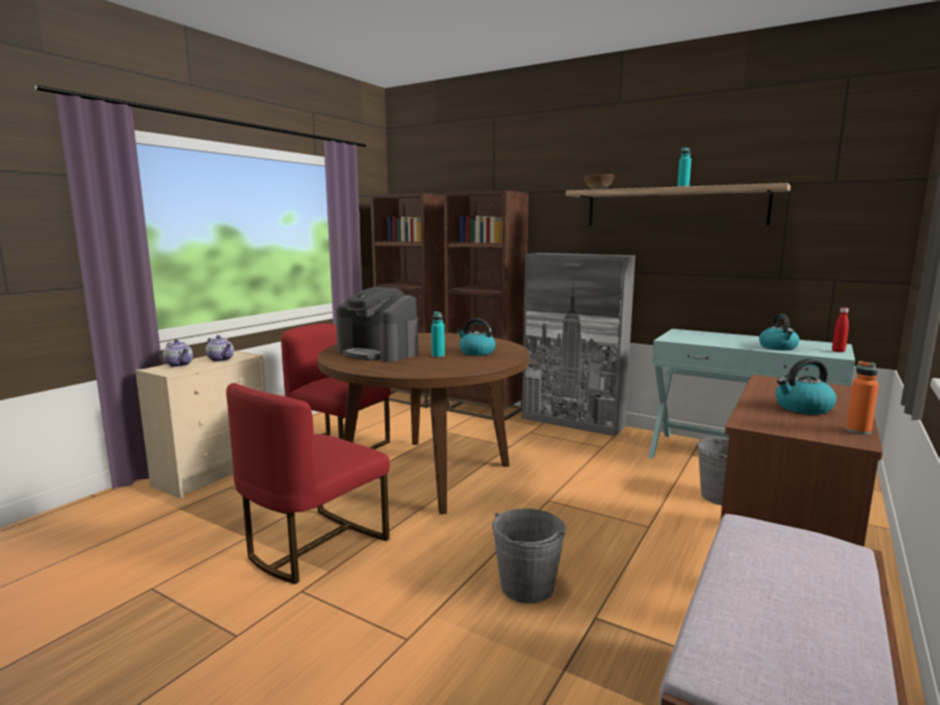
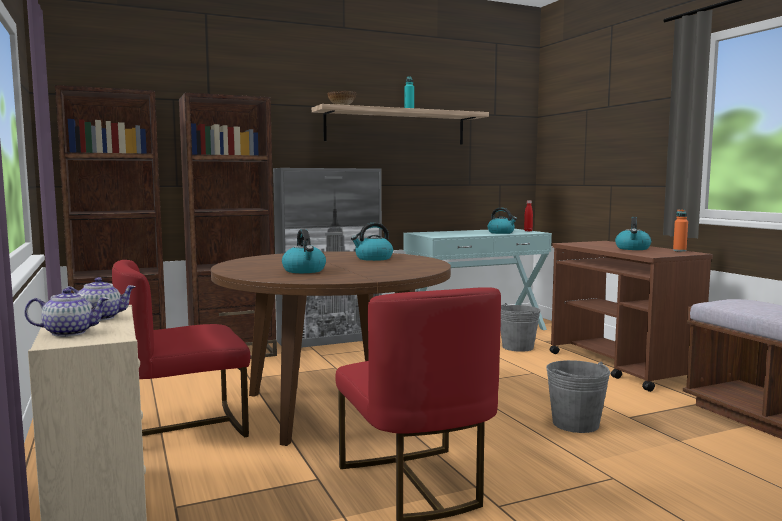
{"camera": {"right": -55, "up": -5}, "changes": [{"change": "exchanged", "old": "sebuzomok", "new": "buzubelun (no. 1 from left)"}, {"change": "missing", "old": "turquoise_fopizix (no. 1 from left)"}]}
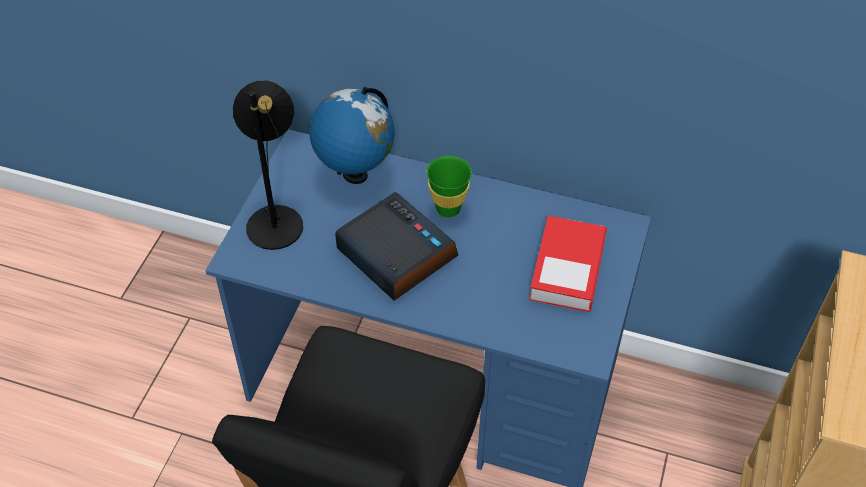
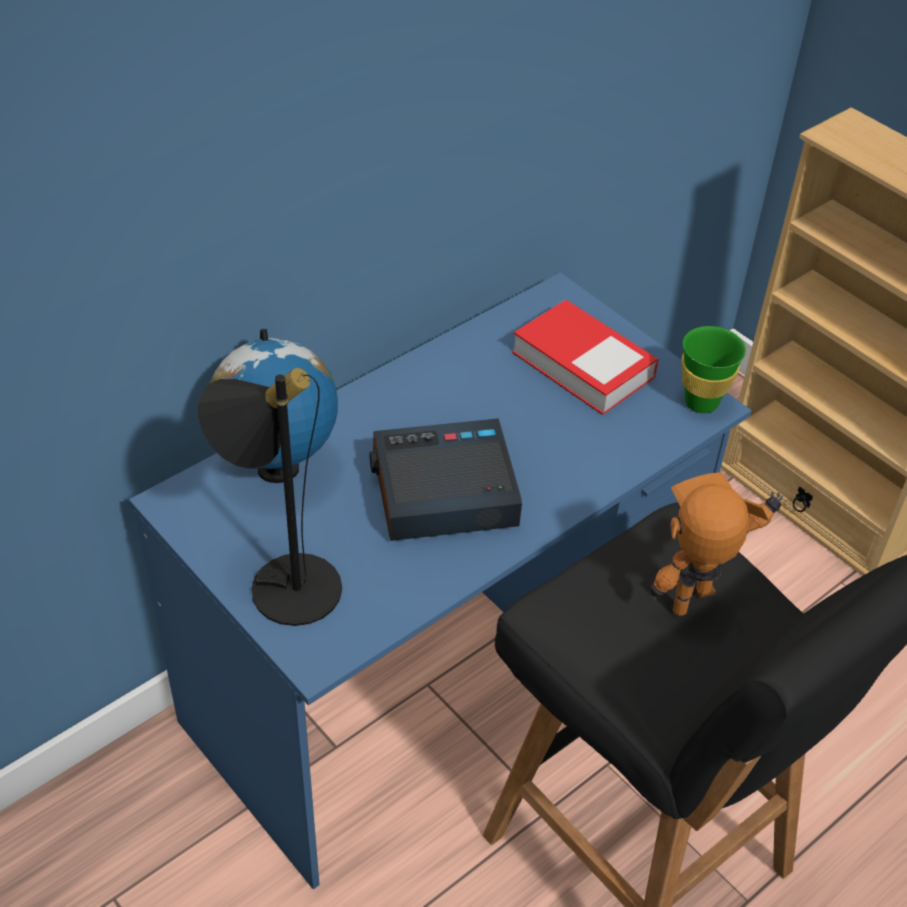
{"camera": {"right": -60, "up": -5}, "changes": [{"change": "relocated", "old": "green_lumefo"}, {"change": "appeared", "new": "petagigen"}]}
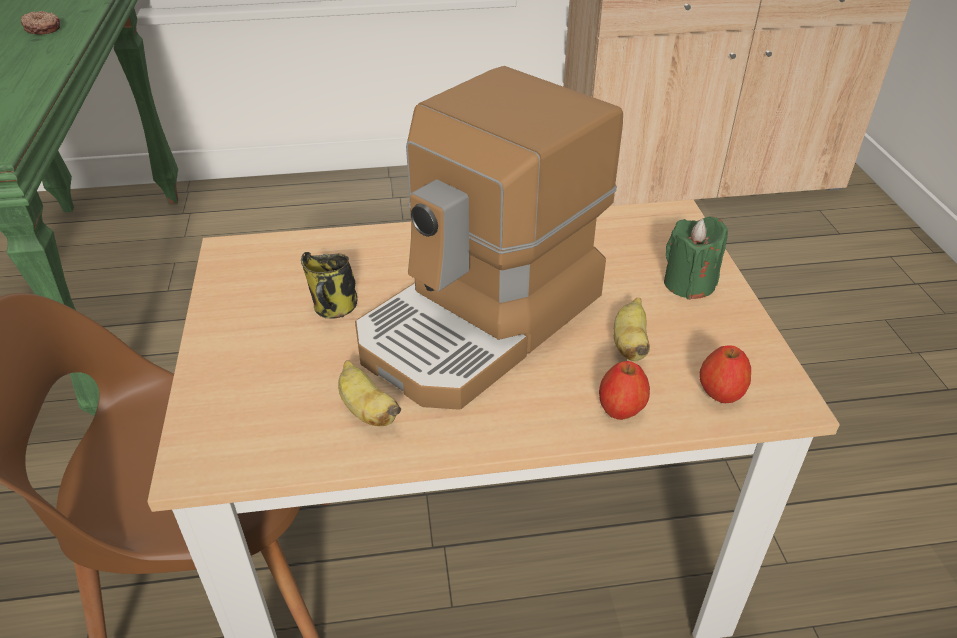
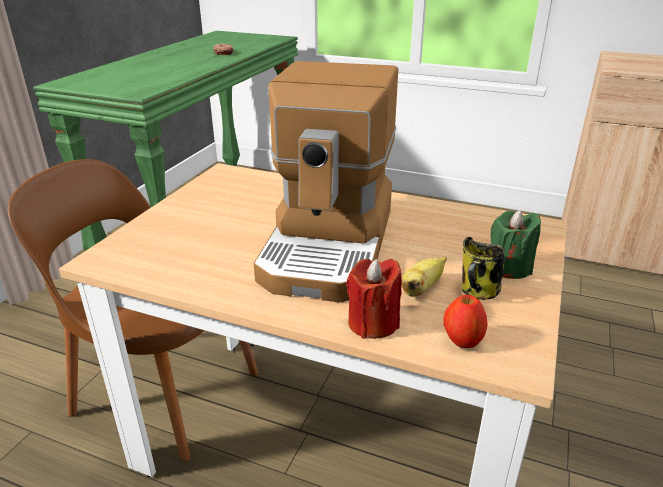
{"camera": {"right": 30, "up": -10}, "changes": [{"change": "relocated", "old": "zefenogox"}, {"change": "missing", "old": "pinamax (no. 1 from left)"}, {"change": "spun", "old": "sebuzomok", "degrees": -60}, {"change": "exchanged", "old": "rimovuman (no. 1 from left)", "new": "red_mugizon"}]}
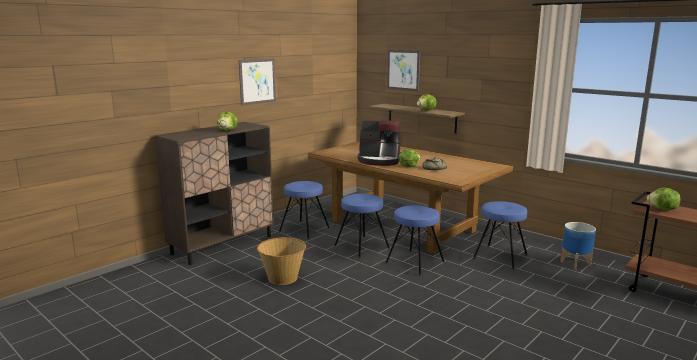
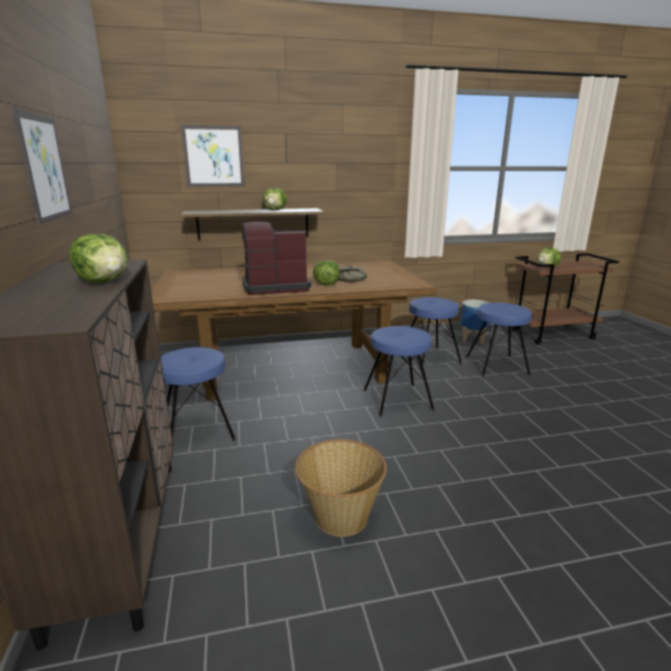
{"camera": {"right": -55, "up": 5}, "changes": [{"change": "relocated", "old": "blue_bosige (no. 2 from left in the first image)", "new": "blue_bosige (no. 4 from left)"}, {"change": "spun", "old": "sebuzomok", "degrees": -150}]}
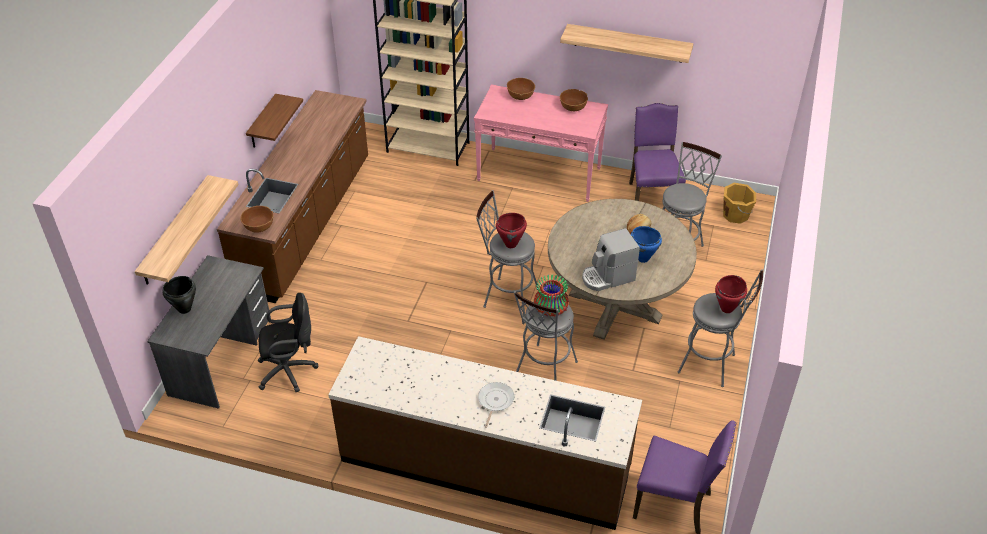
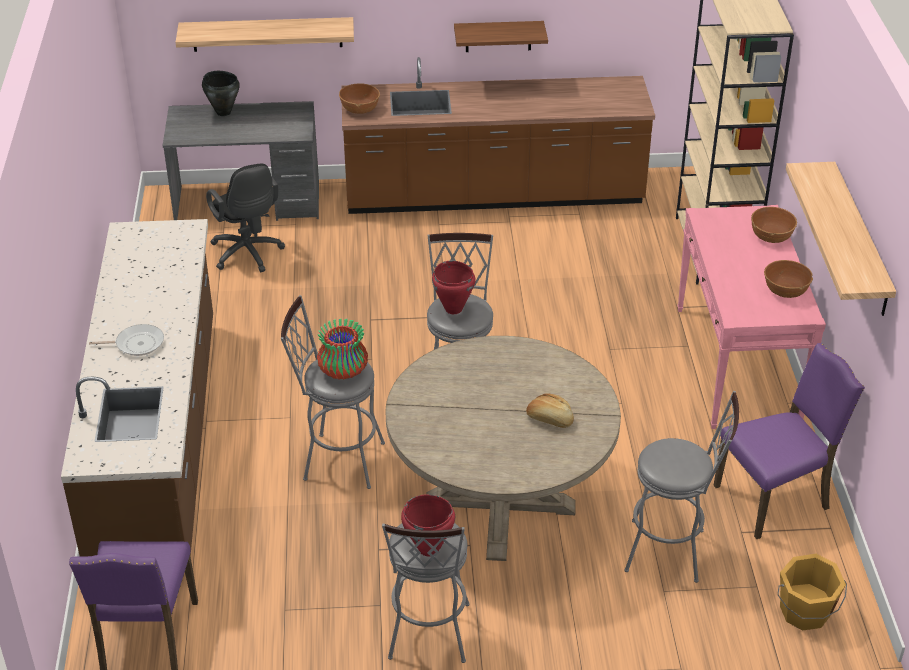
{"camera": {"right": 70, "up": -5}, "changes": [{"change": "missing", "old": "sebuzomok"}, {"change": "missing", "old": "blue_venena"}]}
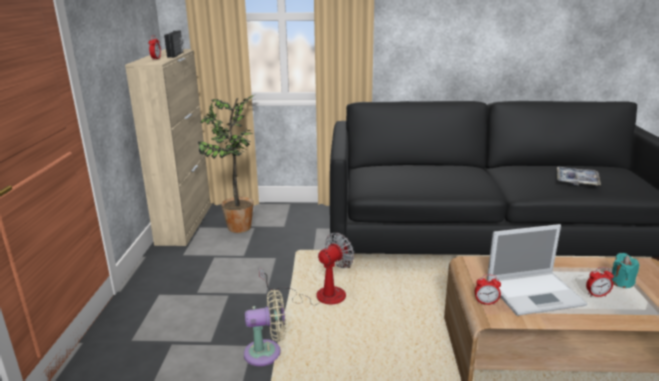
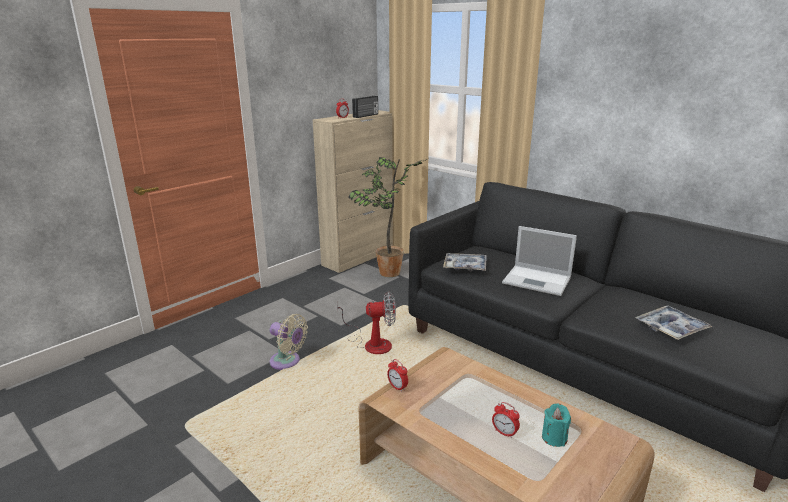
{"camera": {"right": 40, "up": 0}, "changes": [{"change": "relocated", "old": "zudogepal"}, {"change": "appeared", "new": "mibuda (no. 1 from left)"}]}
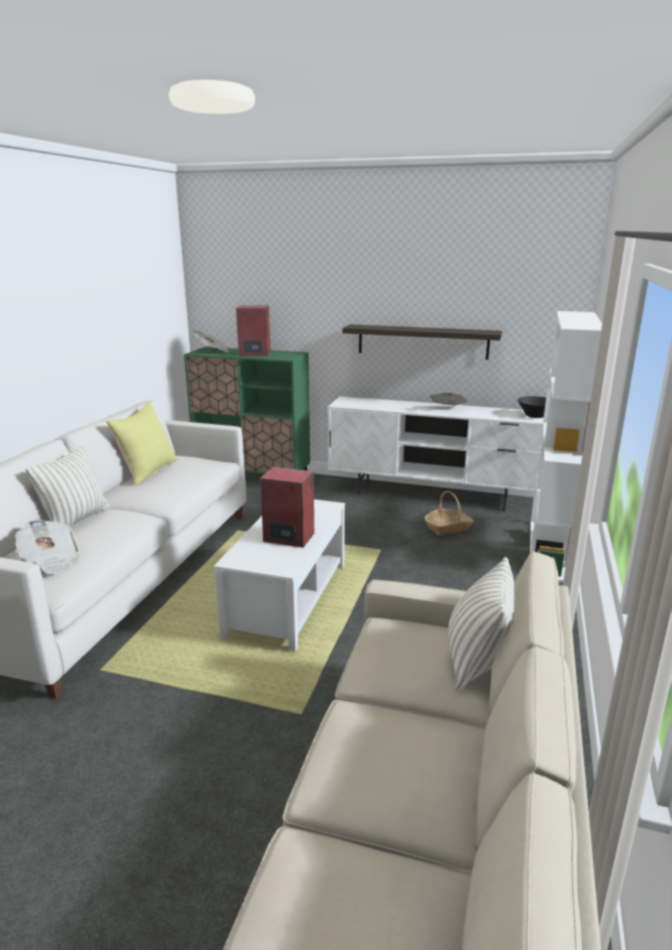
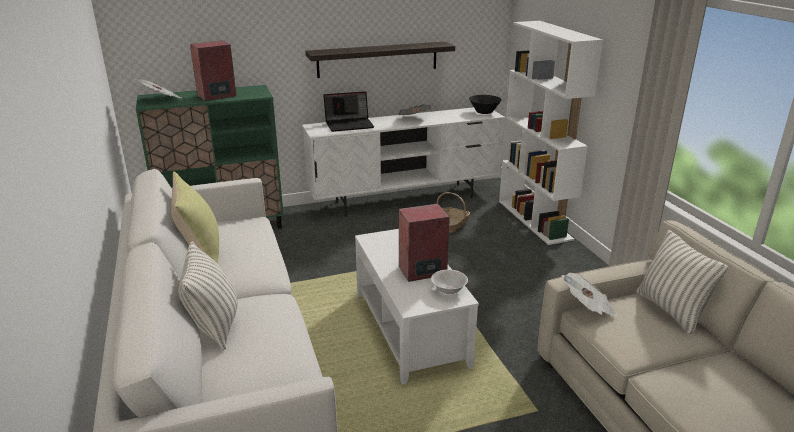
{"camera": {"right": -35, "up": 5}, "changes": [{"change": "relocated", "old": "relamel (no. 1 from left in the first image)", "new": "relamel (no. 3 from left)"}, {"change": "appeared", "new": "zudogepal"}, {"change": "appeared", "new": "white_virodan"}]}
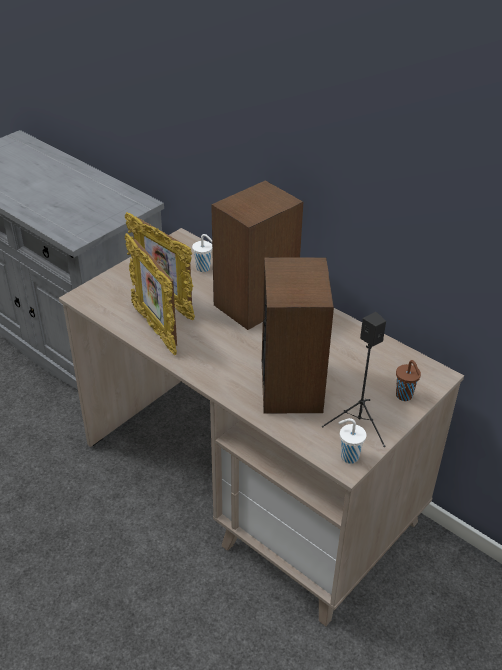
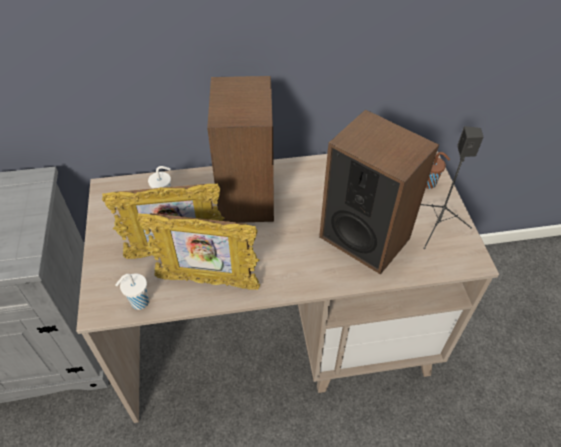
{"camera": {"right": -50, "up": 10}, "changes": [{"change": "relocated", "old": "white_lumefo (no. 2 from left in the first image)", "new": "white_lumefo (no. 1 from left)"}]}
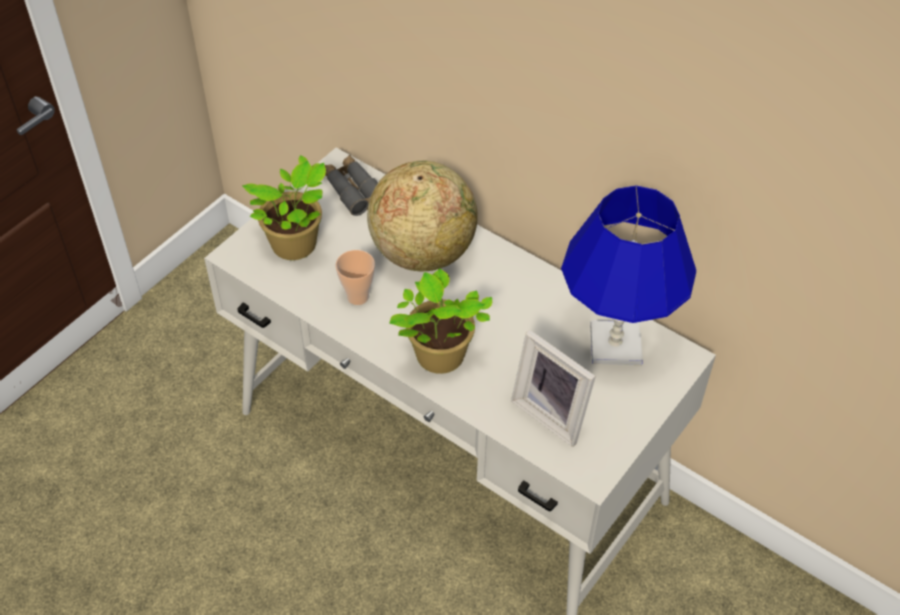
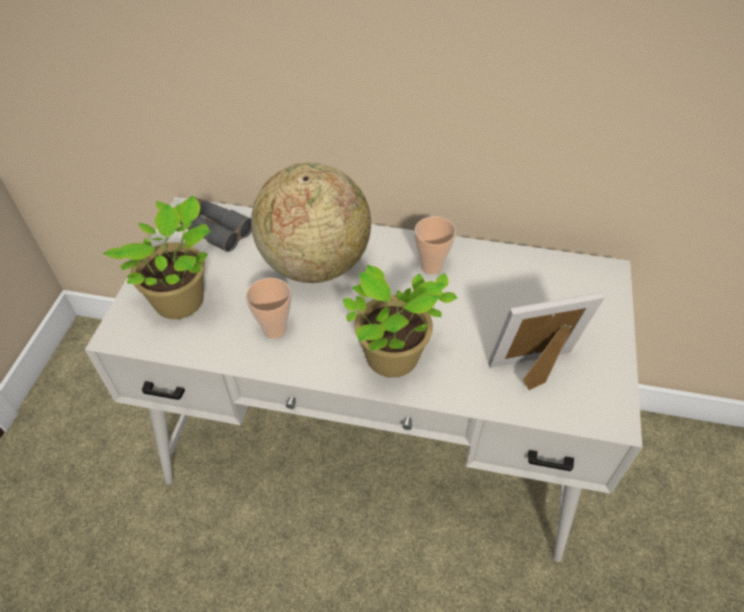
{"camera": {"right": -25, "up": 0}, "changes": [{"change": "spun", "old": "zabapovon", "degrees": 150}, {"change": "missing", "old": "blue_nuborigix"}, {"change": "appeared", "new": "lumefo (no. 2 from left)"}]}
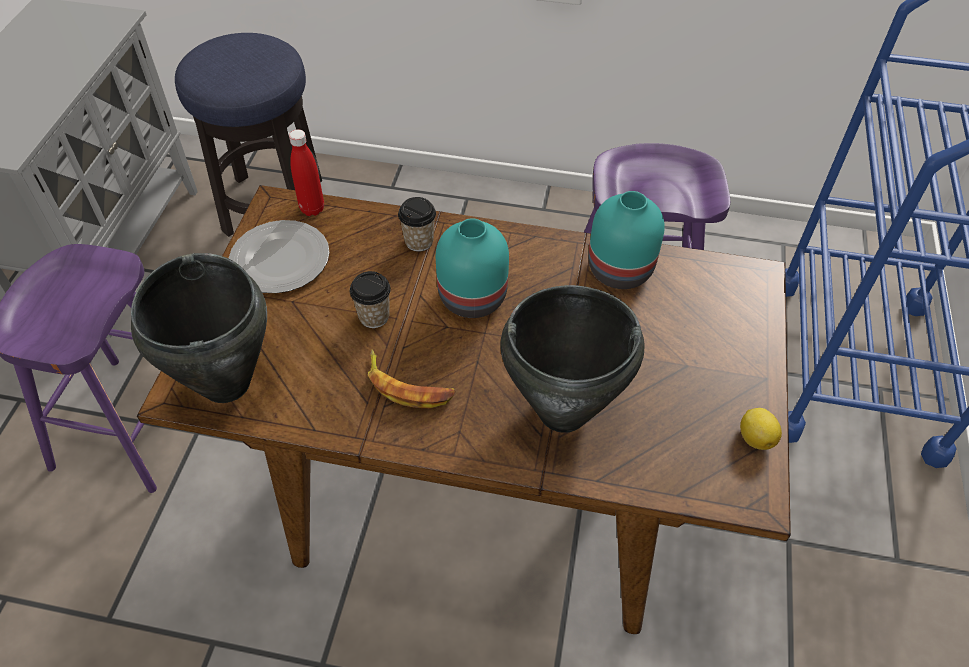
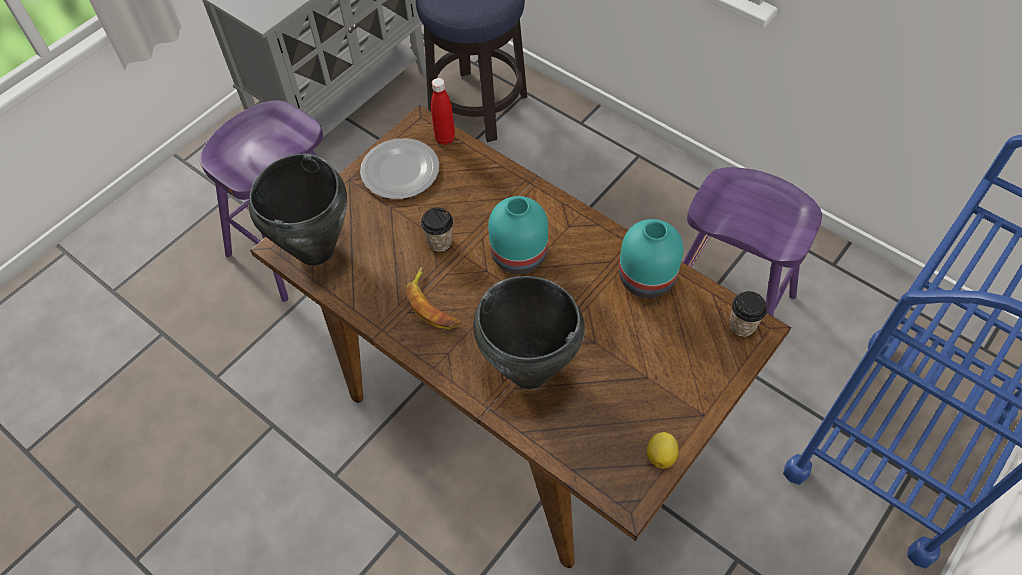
{"camera": {"right": 30, "up": 5}, "changes": [{"change": "relocated", "old": "lumefo (no. 2 from left)"}]}
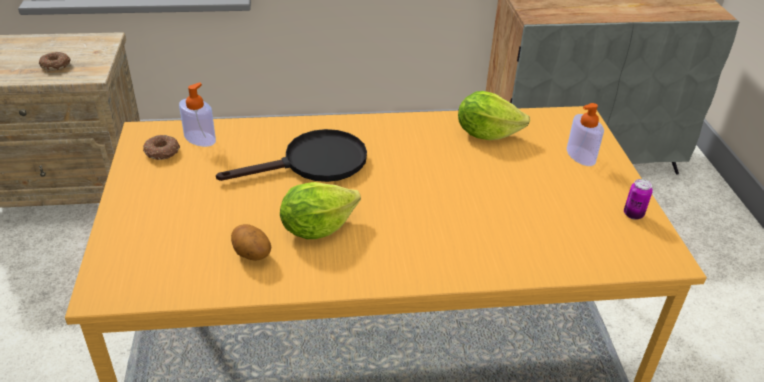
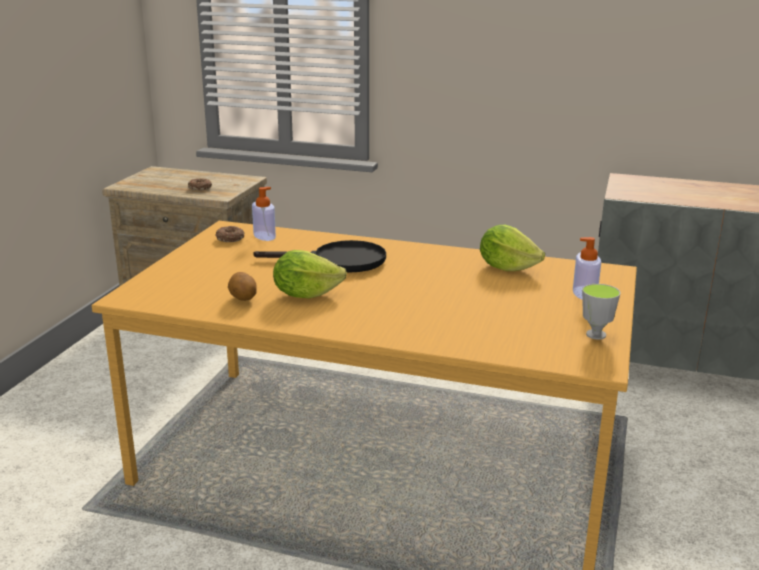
{"camera": {"right": 25, "up": -15}, "changes": [{"change": "exchanged", "old": "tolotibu", "new": "lumefo"}]}
